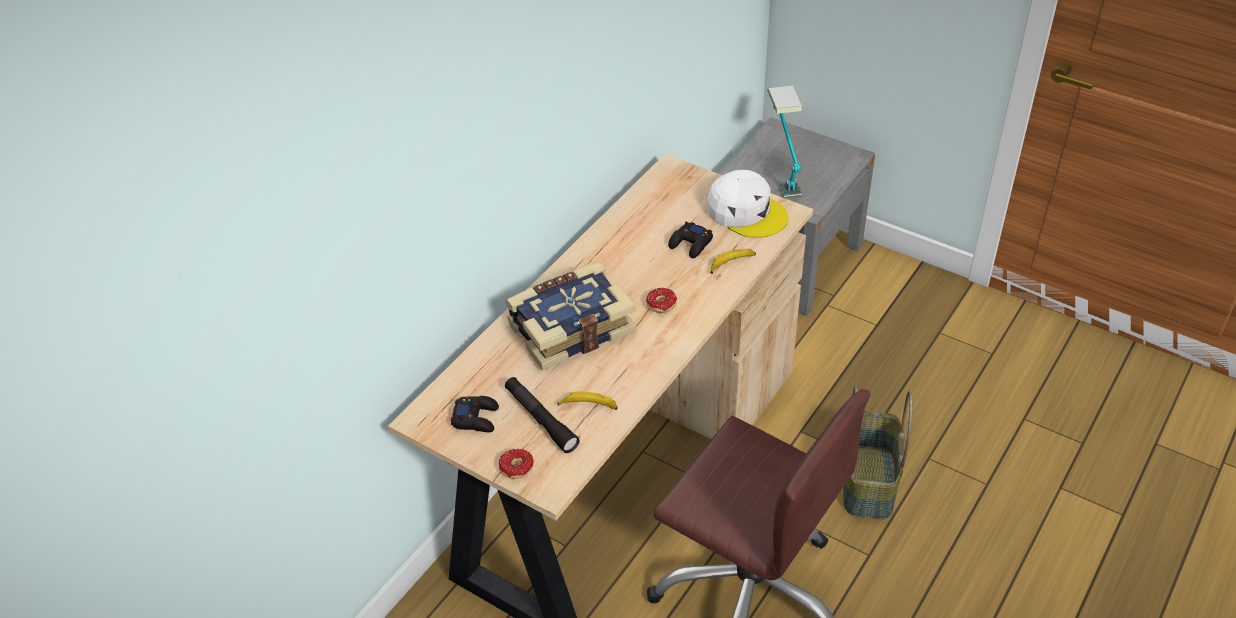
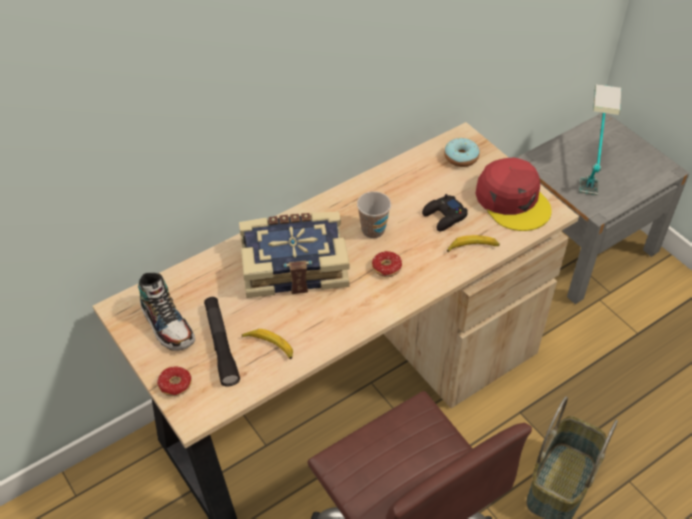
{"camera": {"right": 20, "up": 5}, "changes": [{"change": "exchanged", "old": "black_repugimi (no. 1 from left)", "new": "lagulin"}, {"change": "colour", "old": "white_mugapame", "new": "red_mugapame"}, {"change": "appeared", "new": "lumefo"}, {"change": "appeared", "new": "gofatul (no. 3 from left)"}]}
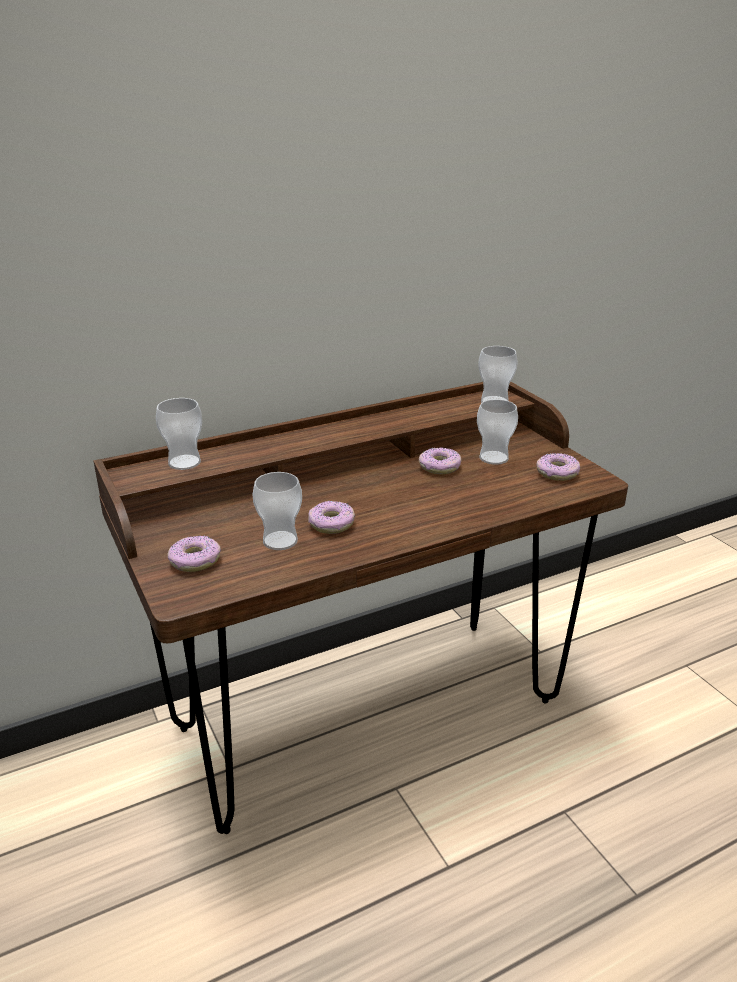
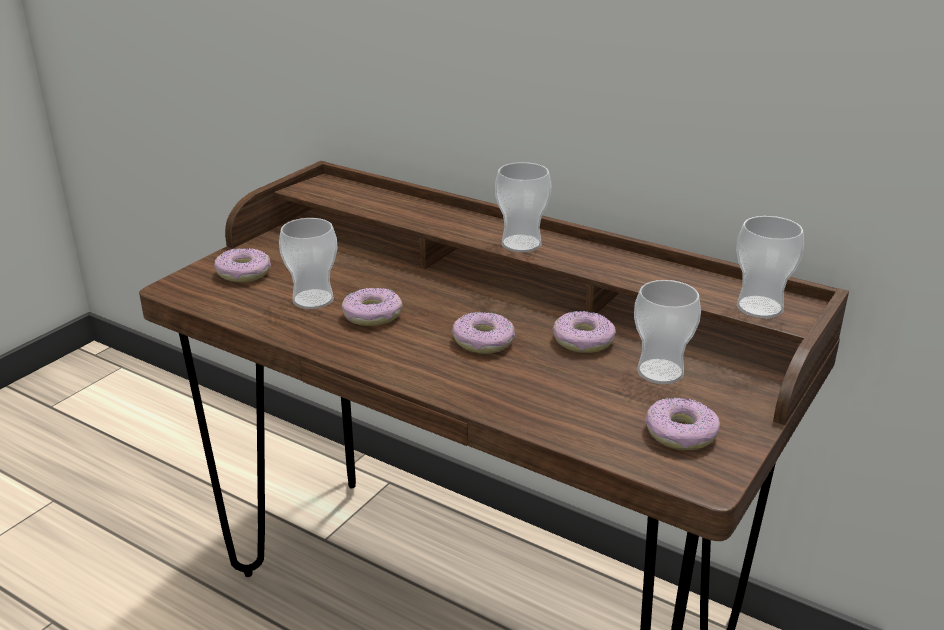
{"camera": {"right": 60, "up": 0}, "changes": [{"change": "relocated", "old": "lumefo (no. 1 from left in the first image)", "new": "lumefo (no. 2 from left)"}, {"change": "appeared", "new": "gofatul (no. 3 from left)"}]}
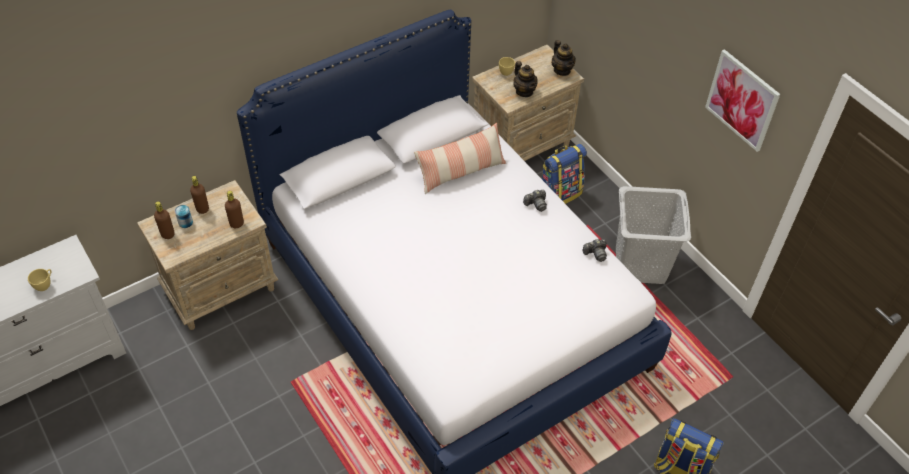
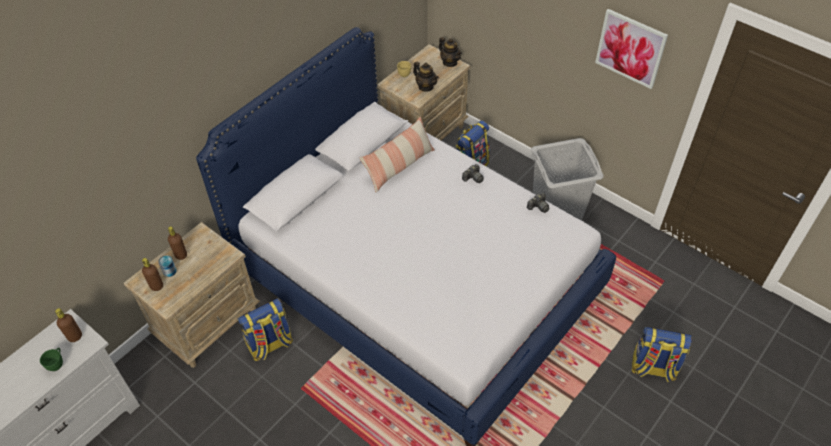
{"camera": {"right": -15, "up": 0}, "changes": [{"change": "colour", "old": "yellow_lumefo (no. 1 from left)", "new": "green_lumefo"}, {"change": "relocated", "old": "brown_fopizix (no. 3 from left in the first image)", "new": "brown_fopizix (no. 1 from left)"}, {"change": "appeared", "new": "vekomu (no. 1 from left)"}]}
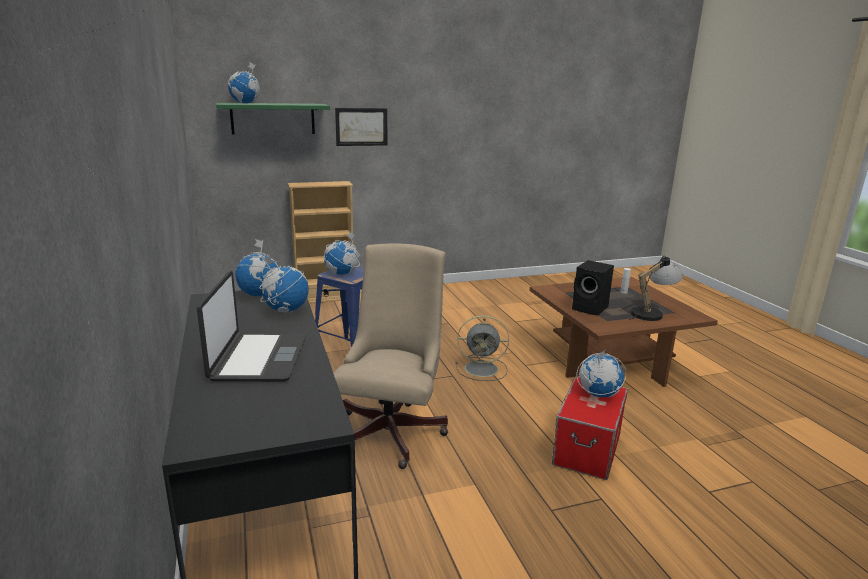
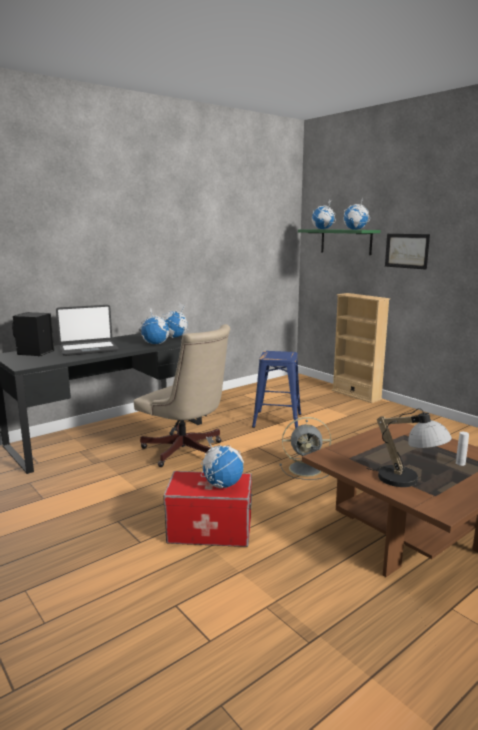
{"camera": {"right": 70, "up": -5}, "changes": [{"change": "relocated", "old": "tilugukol (no. 4 from left in the first image)", "new": "tilugukol (no. 5 from left)"}, {"change": "spun", "old": "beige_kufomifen", "degrees": 45}, {"change": "spun", "old": "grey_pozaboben", "degrees": -75}, {"change": "relocated", "old": "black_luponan"}]}
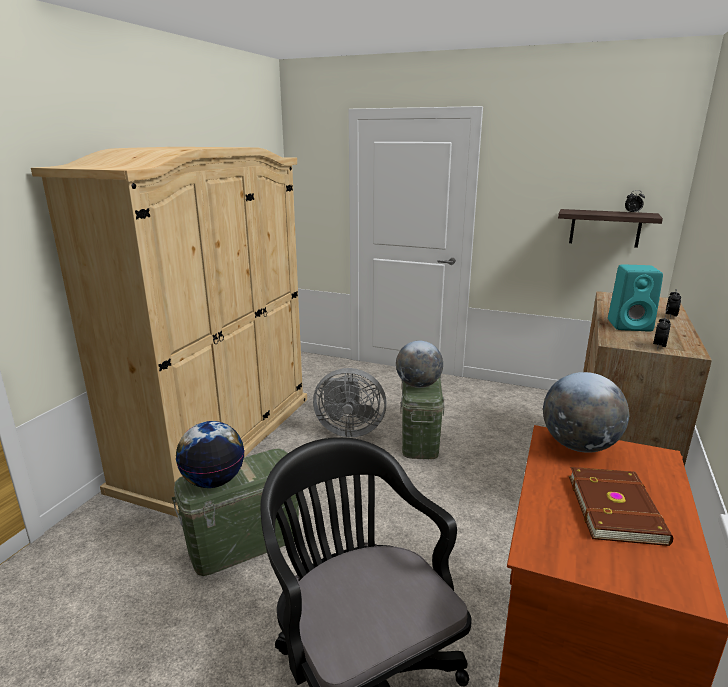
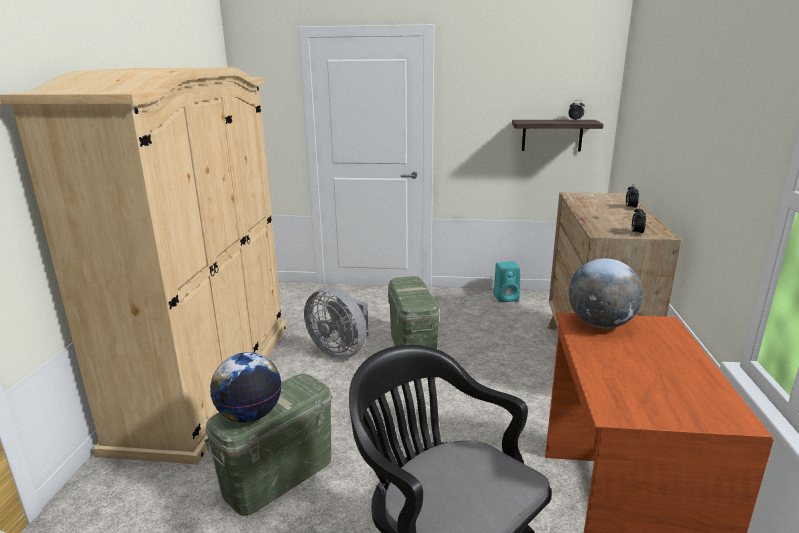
{"camera": {"right": -15, "up": 0}, "changes": [{"change": "spun", "old": "grey_pozaboben", "degrees": 45}, {"change": "missing", "old": "tilugukol (no. 2 from left)"}, {"change": "missing", "old": "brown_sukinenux"}, {"change": "relocated", "old": "turquoise_luponan"}]}
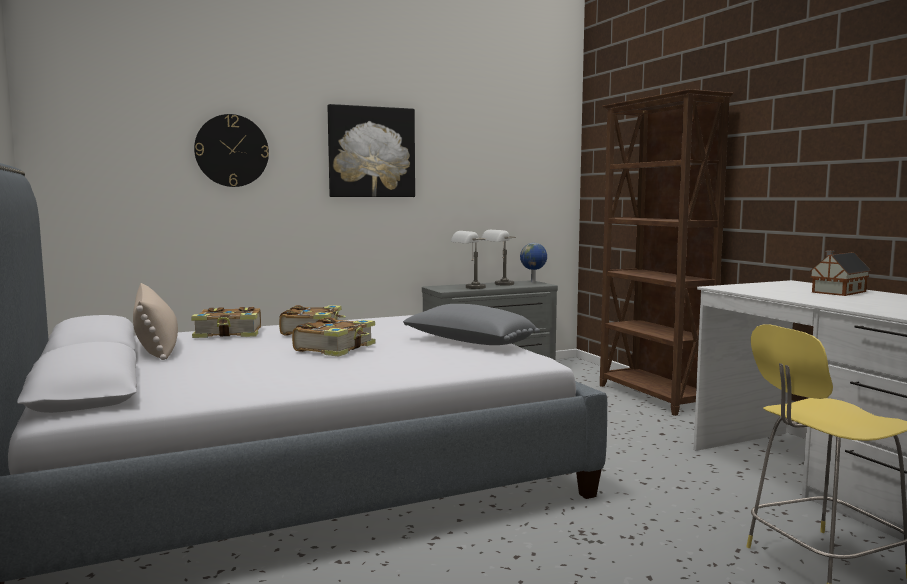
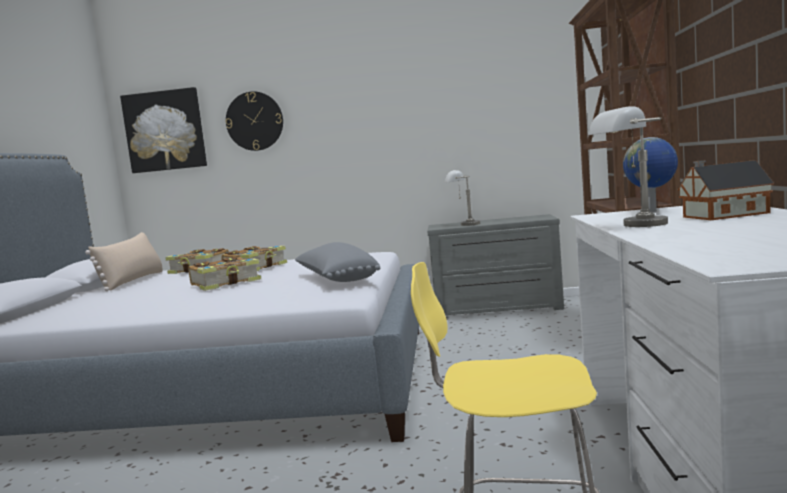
{"camera": {"right": 30, "up": 0}, "changes": [{"change": "relocated", "old": "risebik"}, {"change": "relocated", "old": "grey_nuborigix (no. 2 from left)"}, {"change": "relocated", "old": "tilugukol"}]}
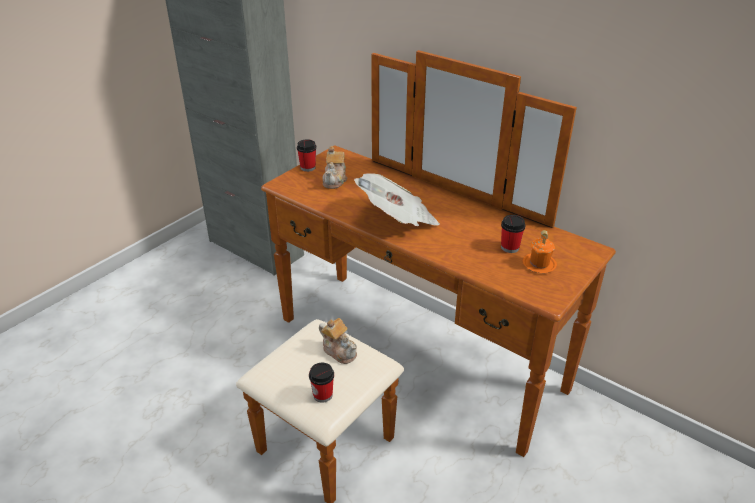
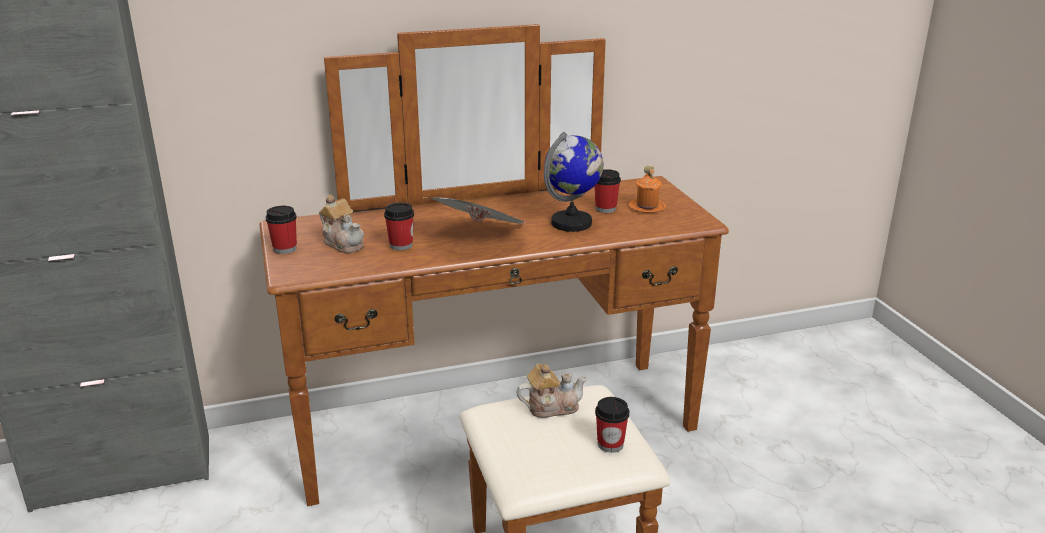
{"camera": {"right": -55, "up": -10}, "changes": [{"change": "appeared", "new": "lumefo (no. 2 from left)"}, {"change": "appeared", "new": "tilugukol"}]}
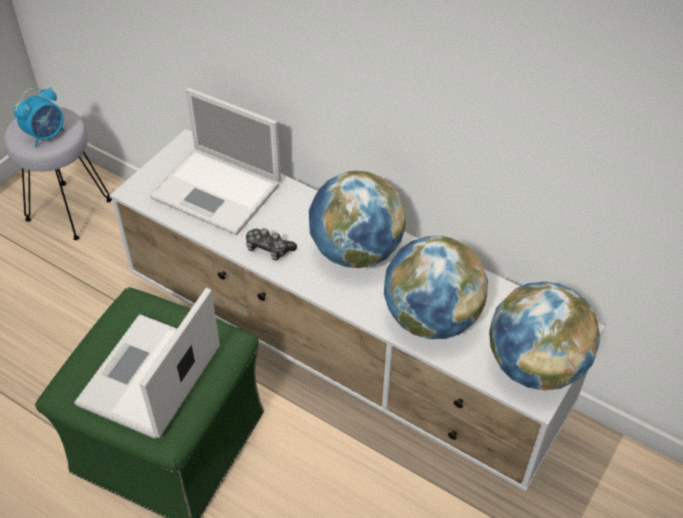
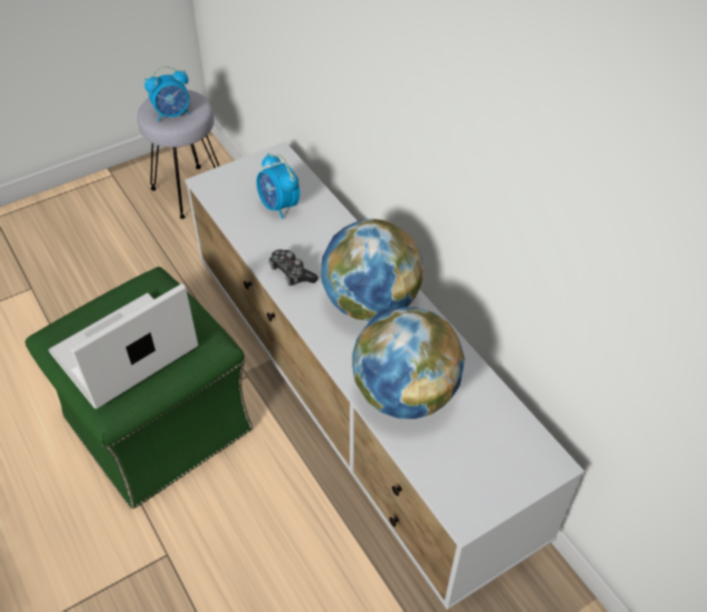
{"camera": {"right": 25, "up": 0}, "changes": [{"change": "exchanged", "old": "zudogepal (no. 2 from left)", "new": "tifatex (no. 2 from left)"}, {"change": "missing", "old": "tilugukol (no. 3 from left)"}]}
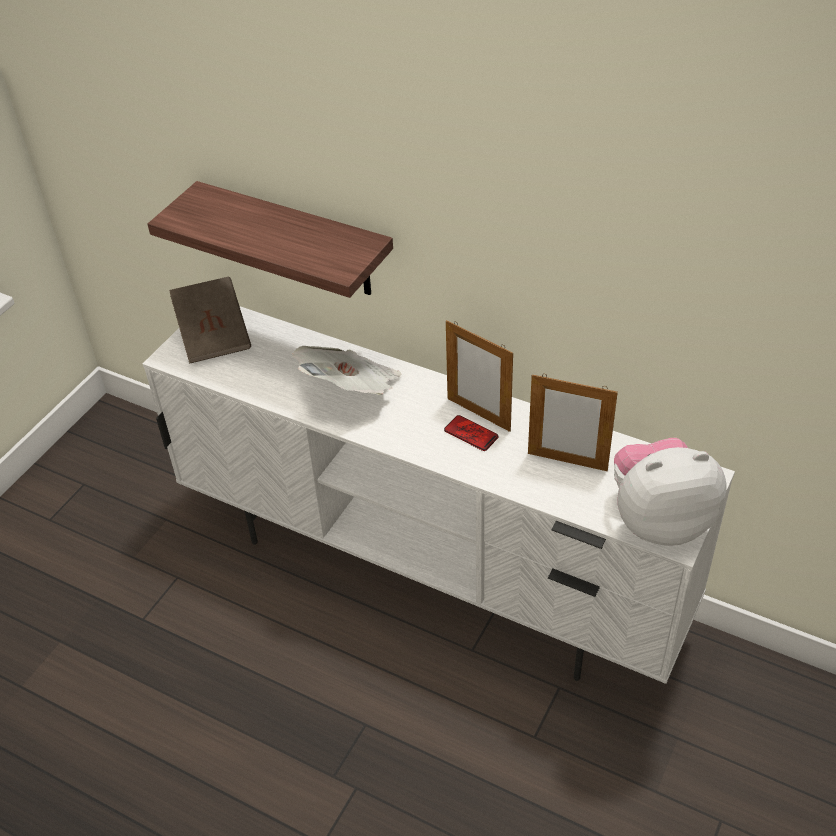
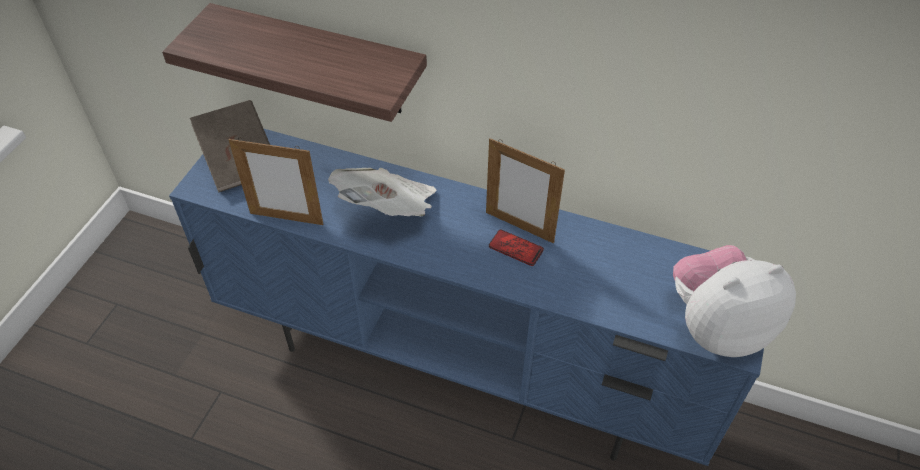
{"camera": {"right": -10, "up": 5}, "changes": [{"change": "colour", "old": "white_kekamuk", "new": "blue_kekamuk"}, {"change": "relocated", "old": "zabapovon (no. 2 from left in the first image)", "new": "zabapovon (no. 1 from left)"}]}
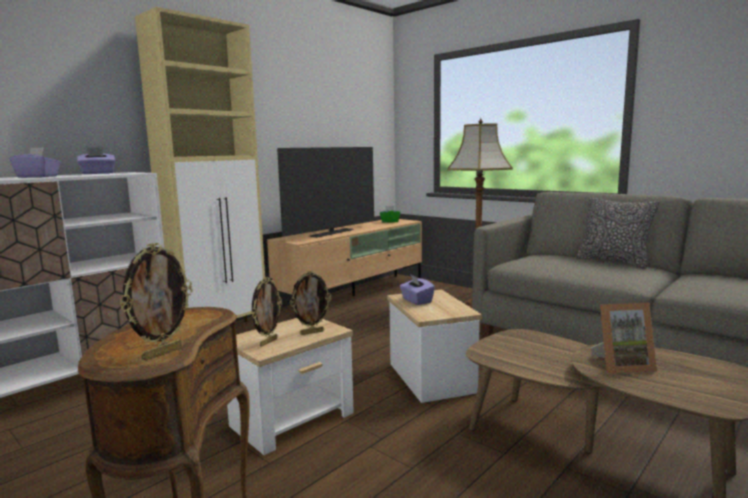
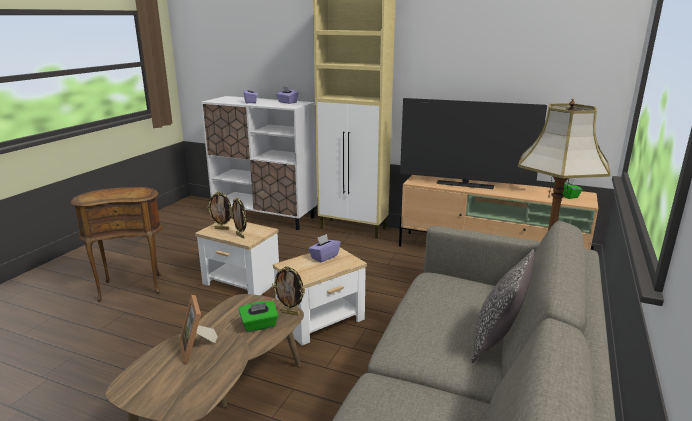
{"camera": {"right": 70, "up": 10}, "changes": [{"change": "relocated", "old": "zabapovon (no. 1 from left in the first image)", "new": "zabapovon (no. 4 from left)"}, {"change": "appeared", "new": "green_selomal (no. 1 from left)"}]}
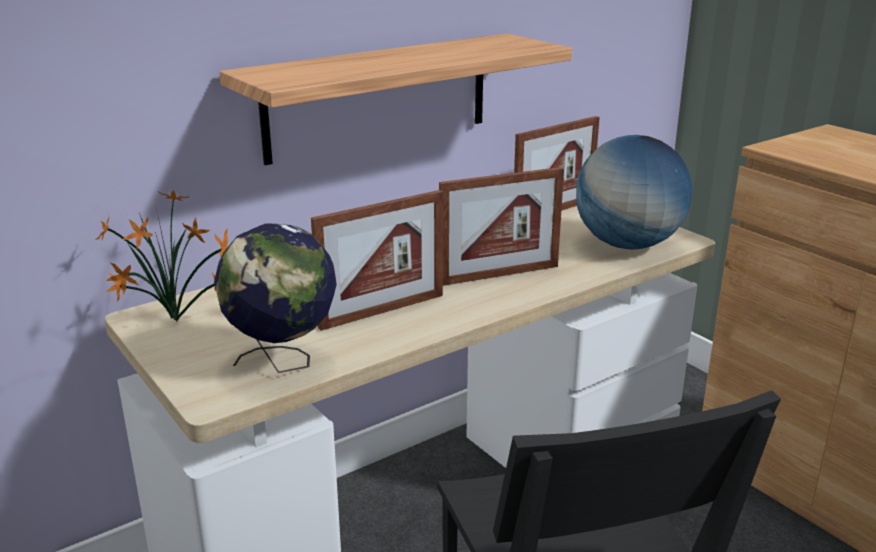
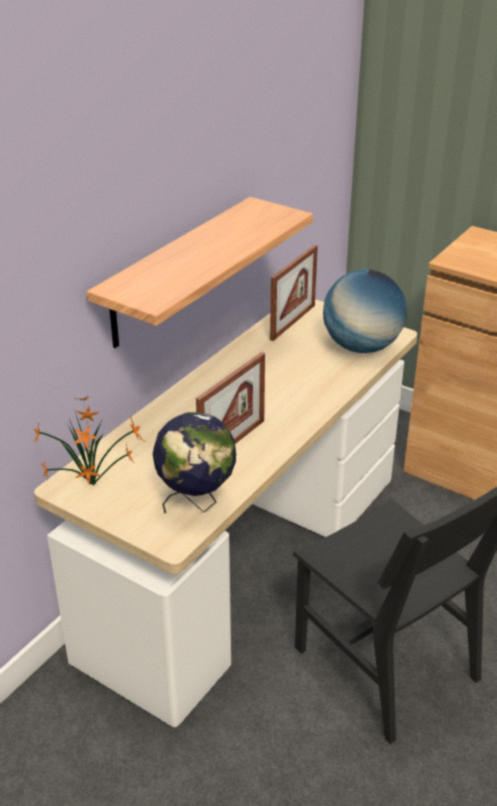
{"camera": {"right": -20, "up": 10}, "changes": [{"change": "missing", "old": "zabapovon (no. 2 from left)"}]}
